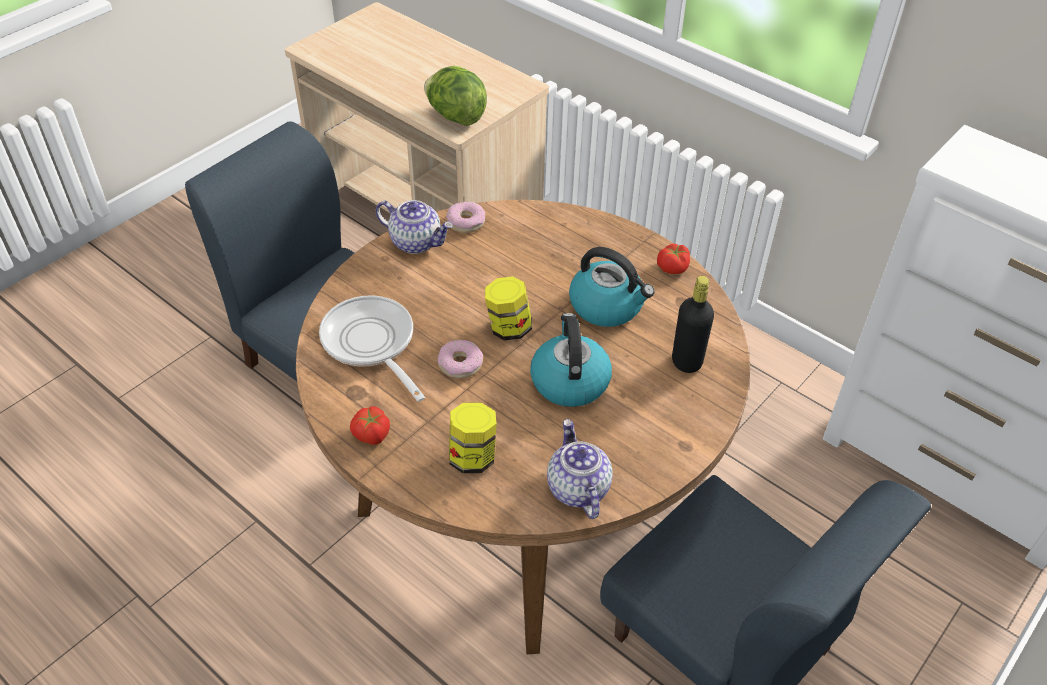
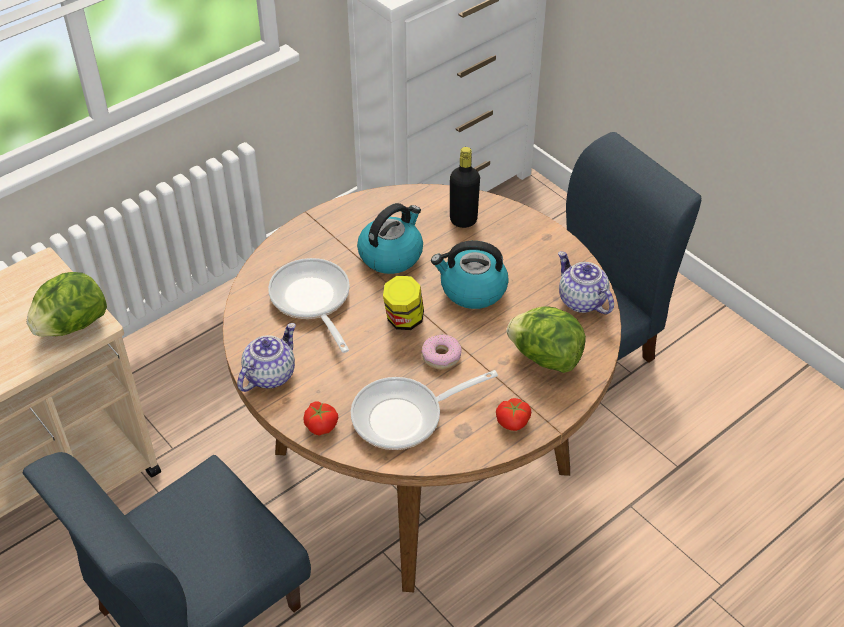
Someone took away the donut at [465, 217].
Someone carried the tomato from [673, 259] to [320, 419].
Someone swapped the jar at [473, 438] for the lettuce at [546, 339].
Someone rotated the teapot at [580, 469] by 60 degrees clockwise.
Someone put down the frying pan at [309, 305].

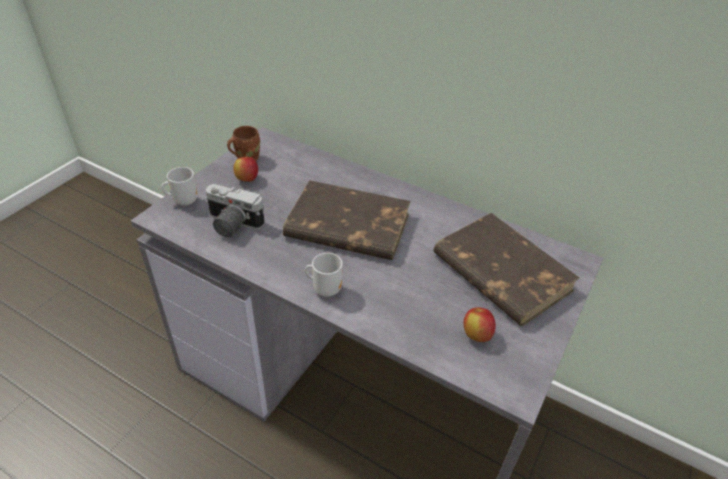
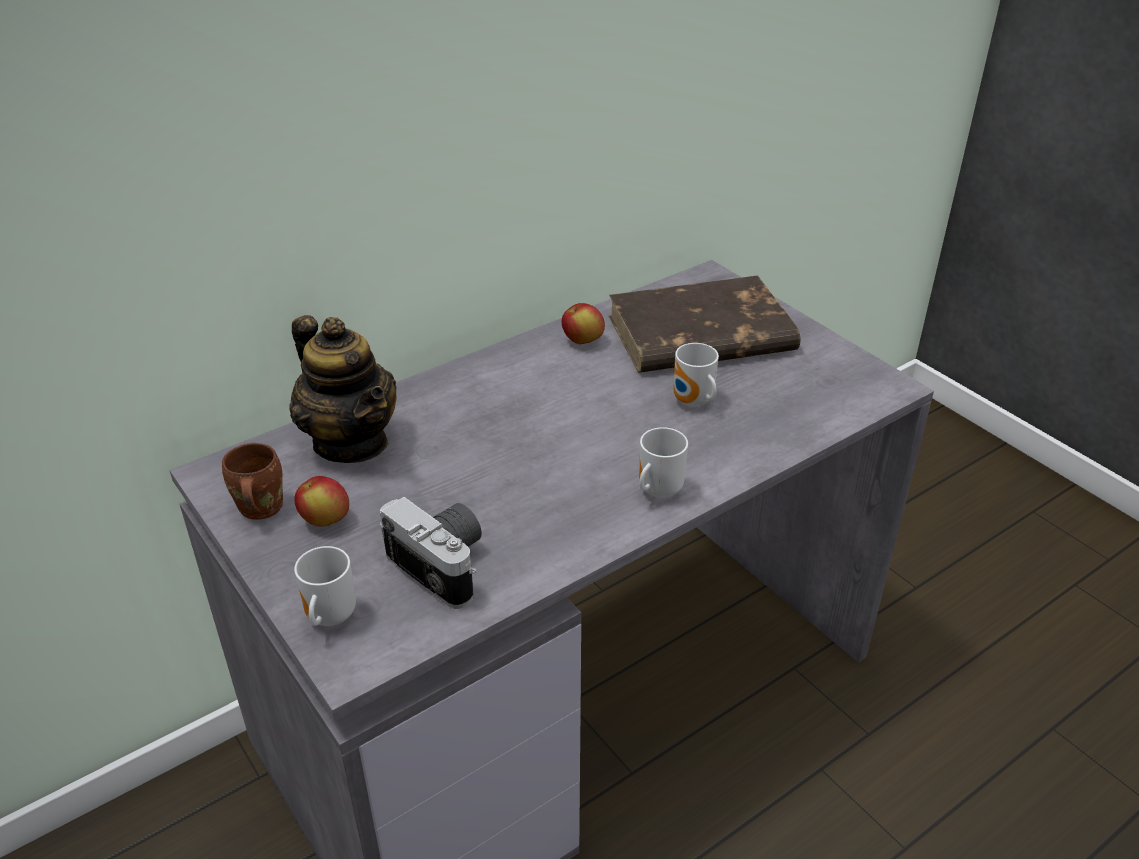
Someone took away the book in brown at [347, 220].
Someone rotated the photo camera at [234, 211] by 90 degrees counterclockwise.
Someone carried the apple from [480, 324] to [583, 323].
Someone put down the teapot at [343, 389].
Someone put down the mug at [696, 375].

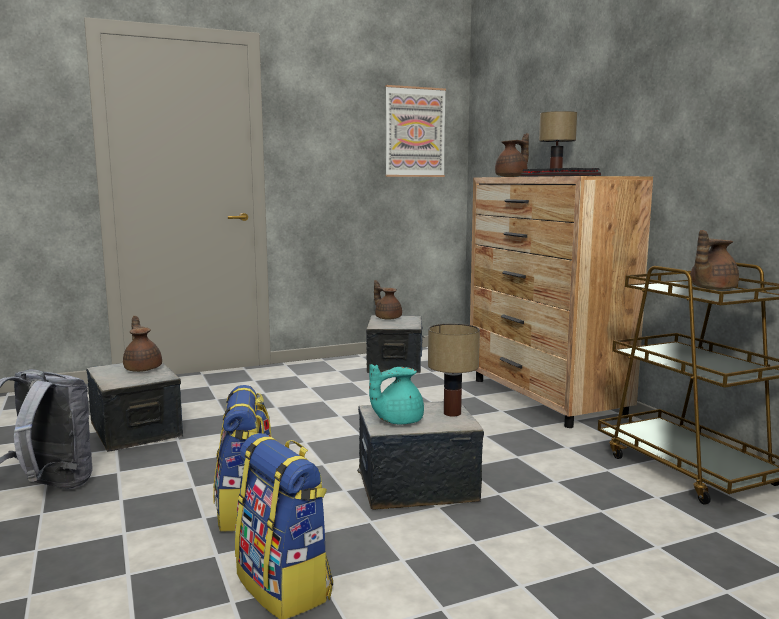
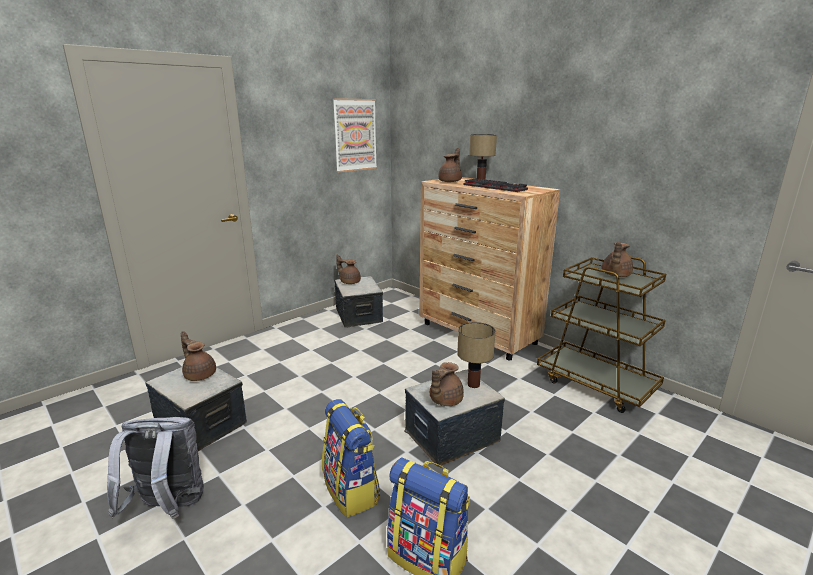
Someone repainted the teapot in turquoise at [396, 394], which became the teapot in brown at [447, 384].

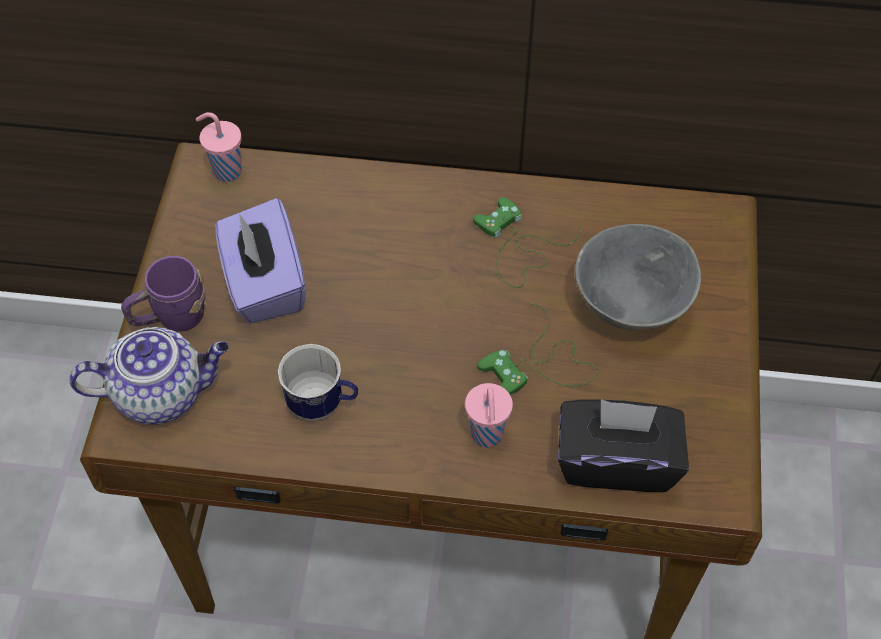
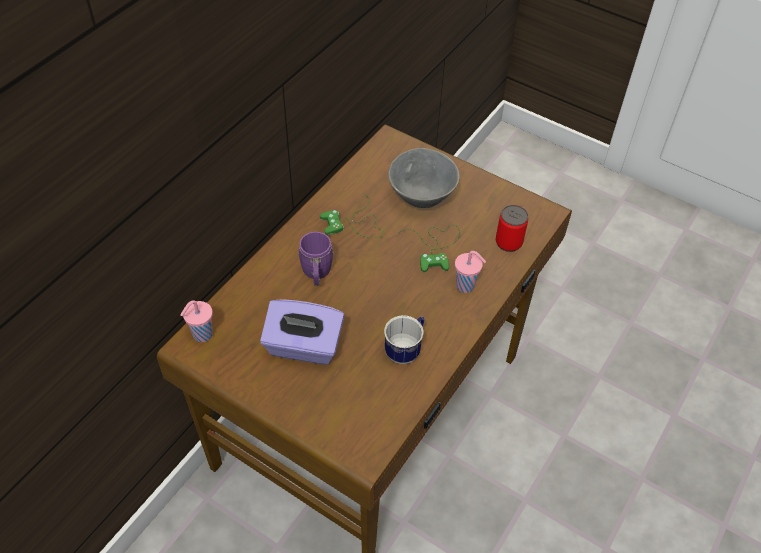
Someone carried the mug in purple from [163, 294] to [316, 258].
Someone took away the teapot at [149, 375].
Someone swapped the tissue box in black at [623, 445] for the can at [512, 228].

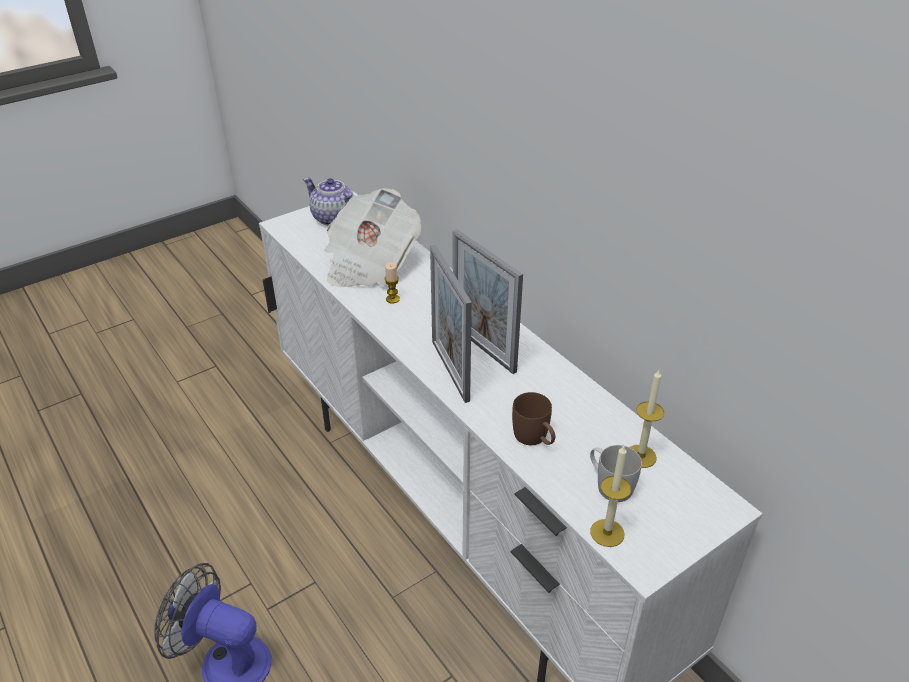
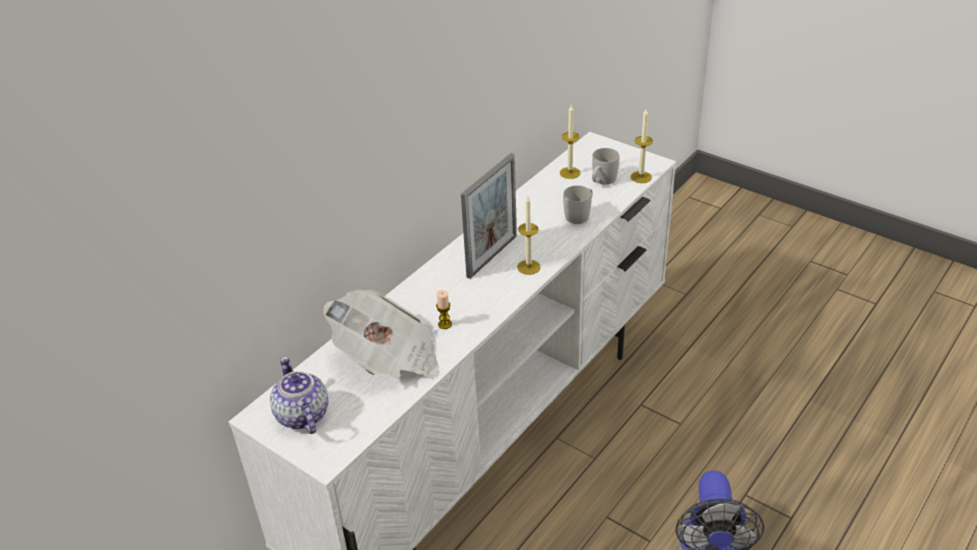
Someone rotated the teapot at [329, 202] by 135 degrees clockwise.
Someone swapped the picture frame at [451, 324] for the candle at [529, 235].
Someone repainted the mug in brown at [533, 418], which became the mug in white at [578, 204].

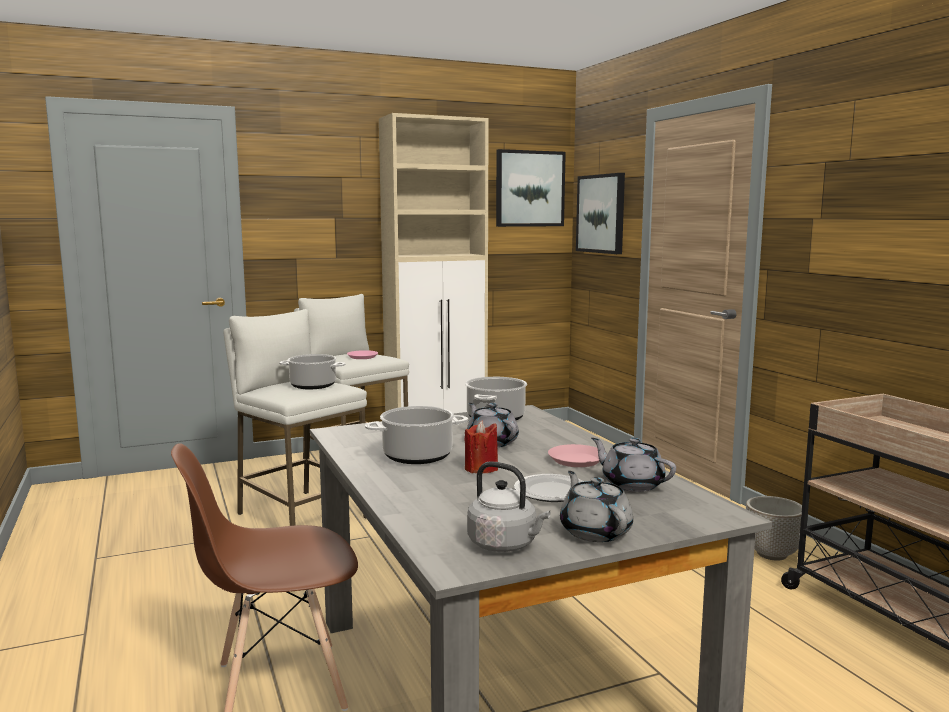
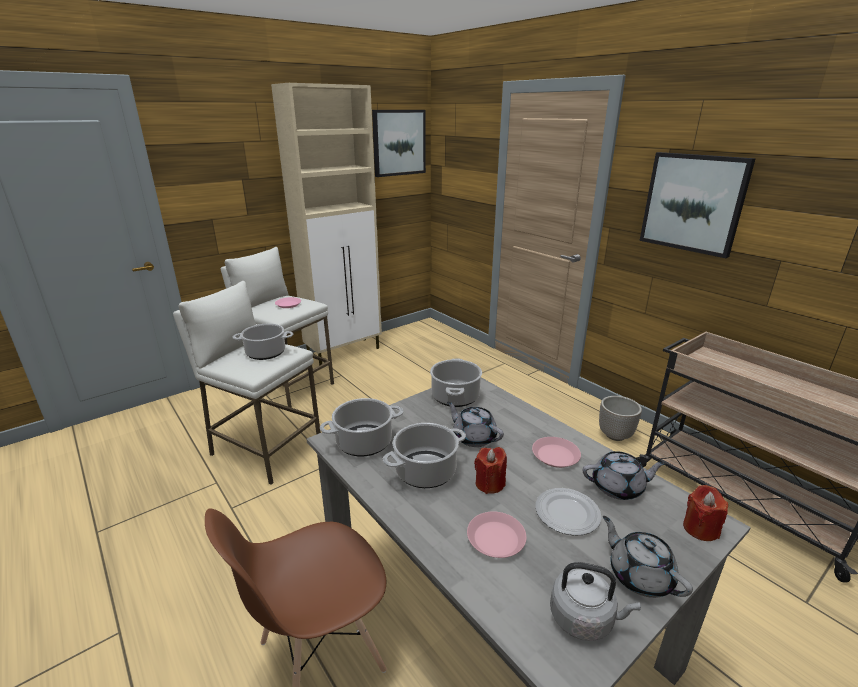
Someone carried the picture from [600, 213] to [698, 205].
Someone rotated the teapot in grey at [633, 465] by 150 degrees clockwise.
Someone put down the cooking pot at [361, 427].
Someone put down the candle in red at [705, 513].
Someone put down the plate in pink at [497, 534].

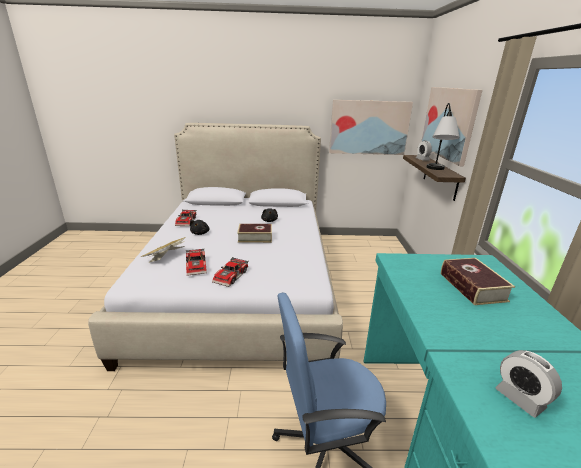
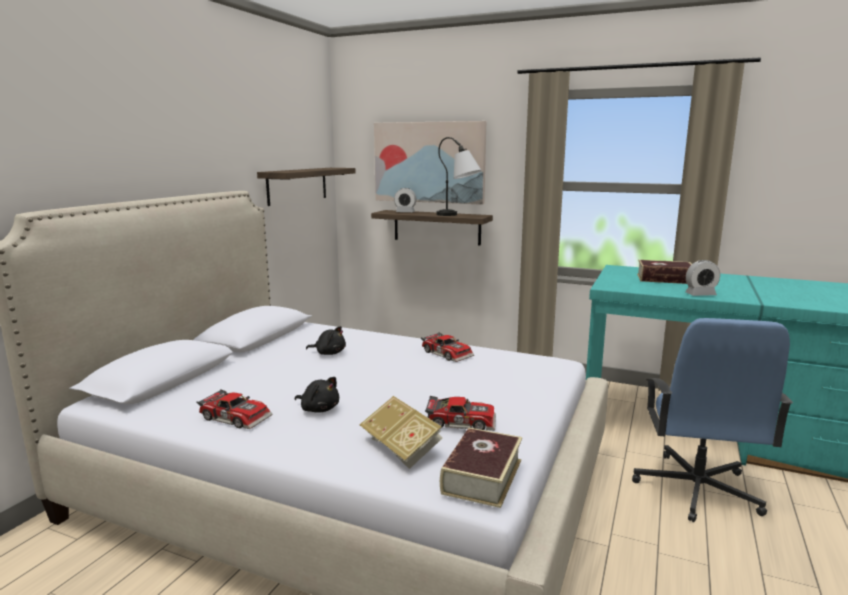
Someone swapped the picture at [371, 127] for the shelf at [306, 187].
Someone carried the book from [254, 233] to [481, 468].
Someone carried the toy car from [230, 272] to [447, 347].
Someone carried the alarm clock from [528, 384] to [702, 278].

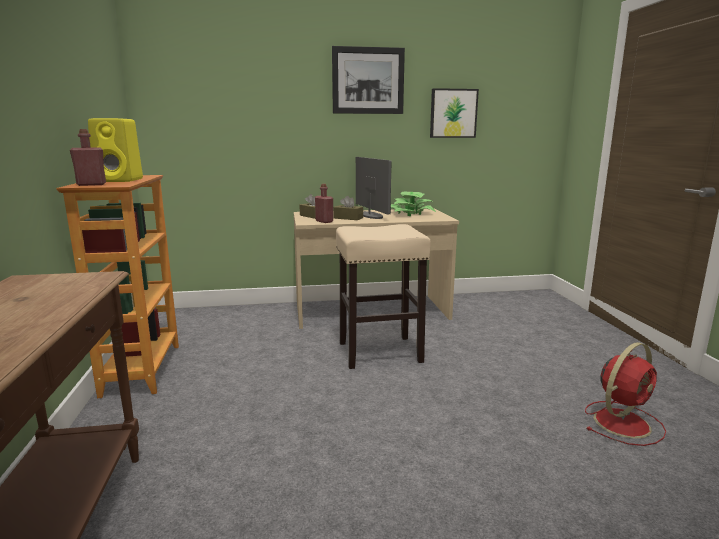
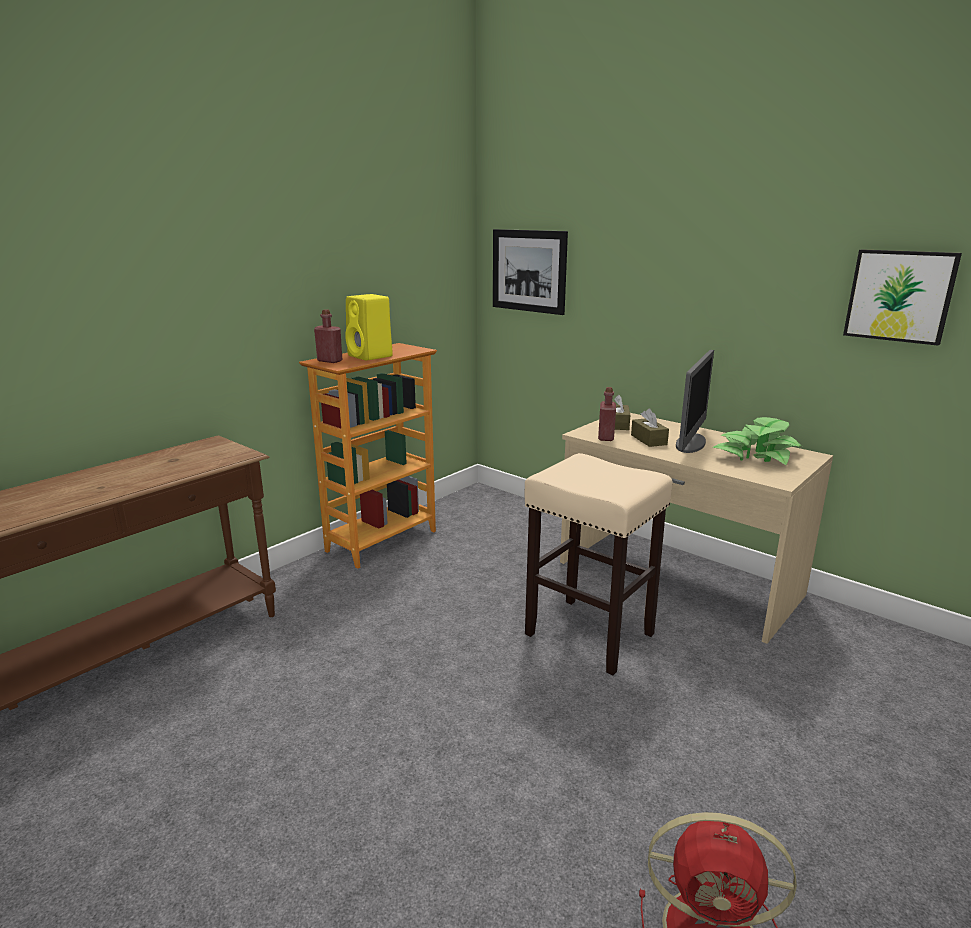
Someone carried the picture from [368, 80] to [530, 272].

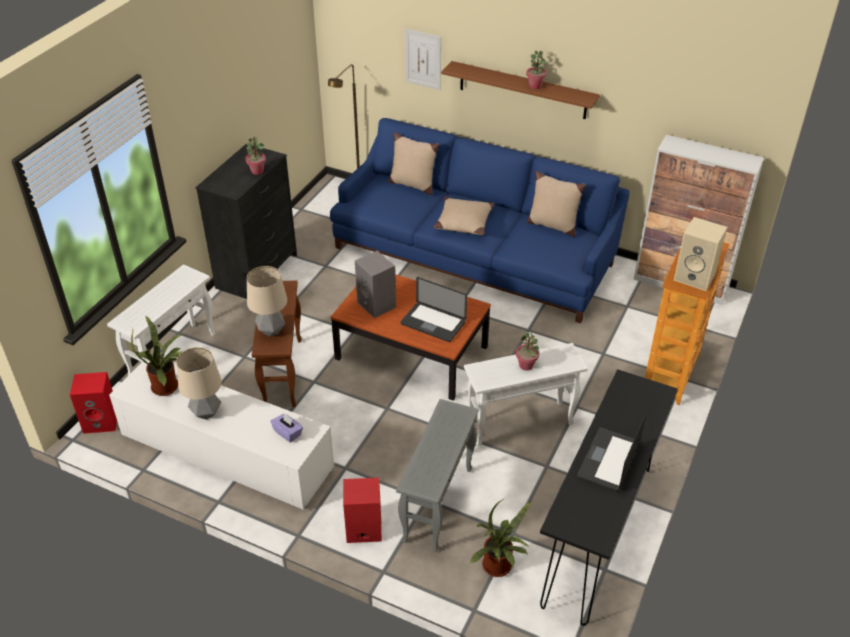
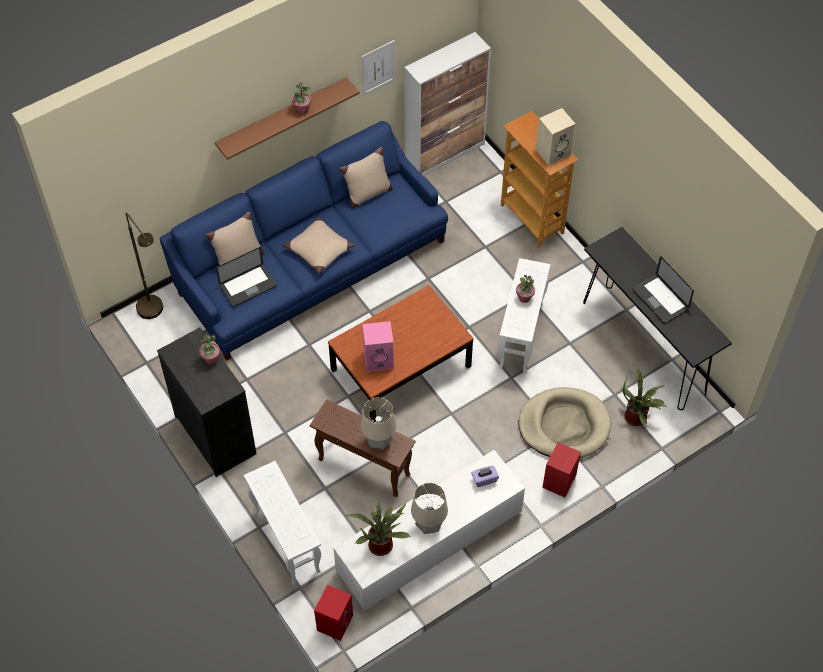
Someone carried the picture from [423, 59] to [379, 68].
Someone repainted the speaker in grey at [375, 284], which became the speaker in pink at [378, 346].
Someone carried the laptop from [434, 309] to [246, 277].
Someone swapped the side table in grey at [437, 475] for the dog bed in beige at [565, 422].

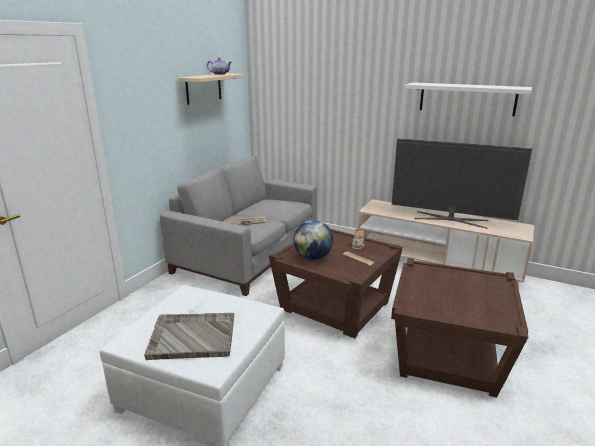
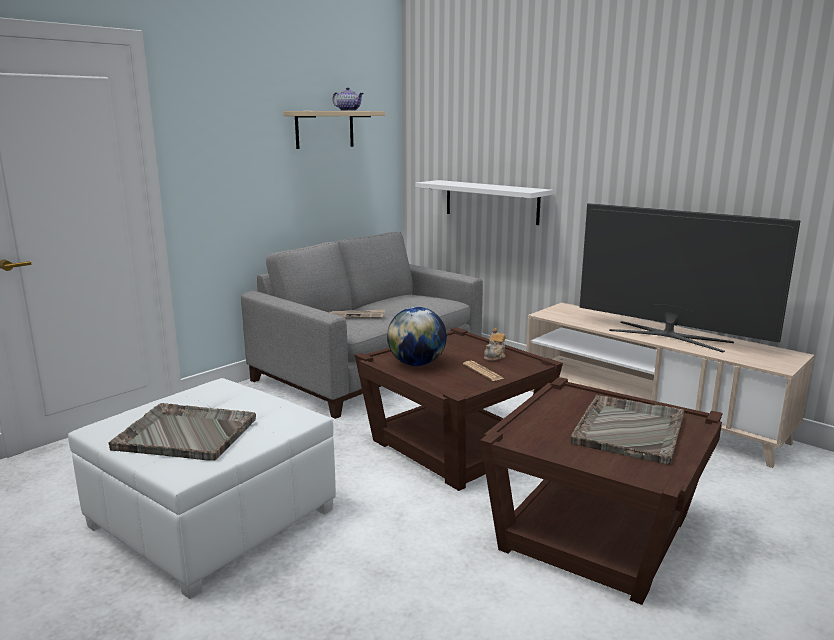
Someone carried the shelf in white from [468, 99] to [484, 202].
Someone put down the tray in grey at [627, 430].

